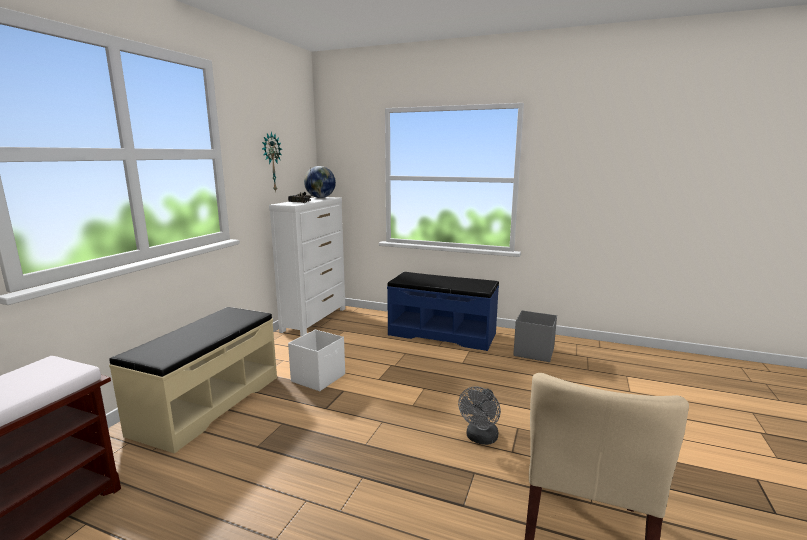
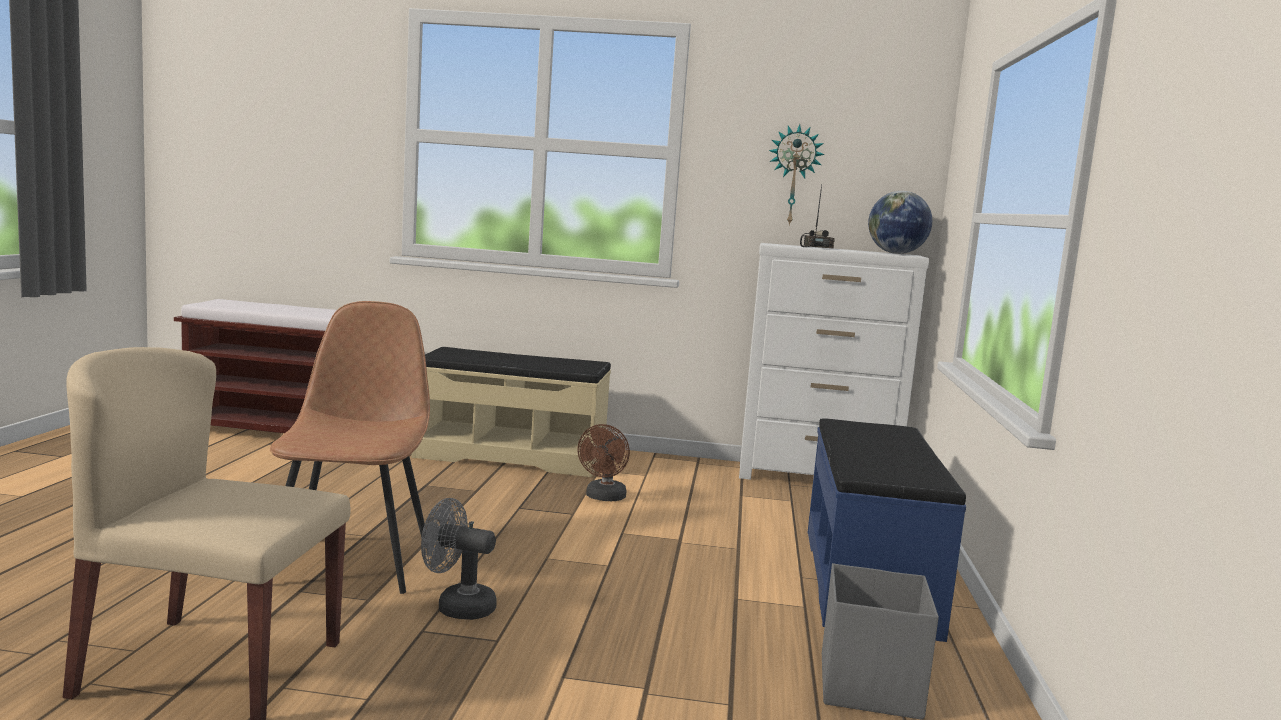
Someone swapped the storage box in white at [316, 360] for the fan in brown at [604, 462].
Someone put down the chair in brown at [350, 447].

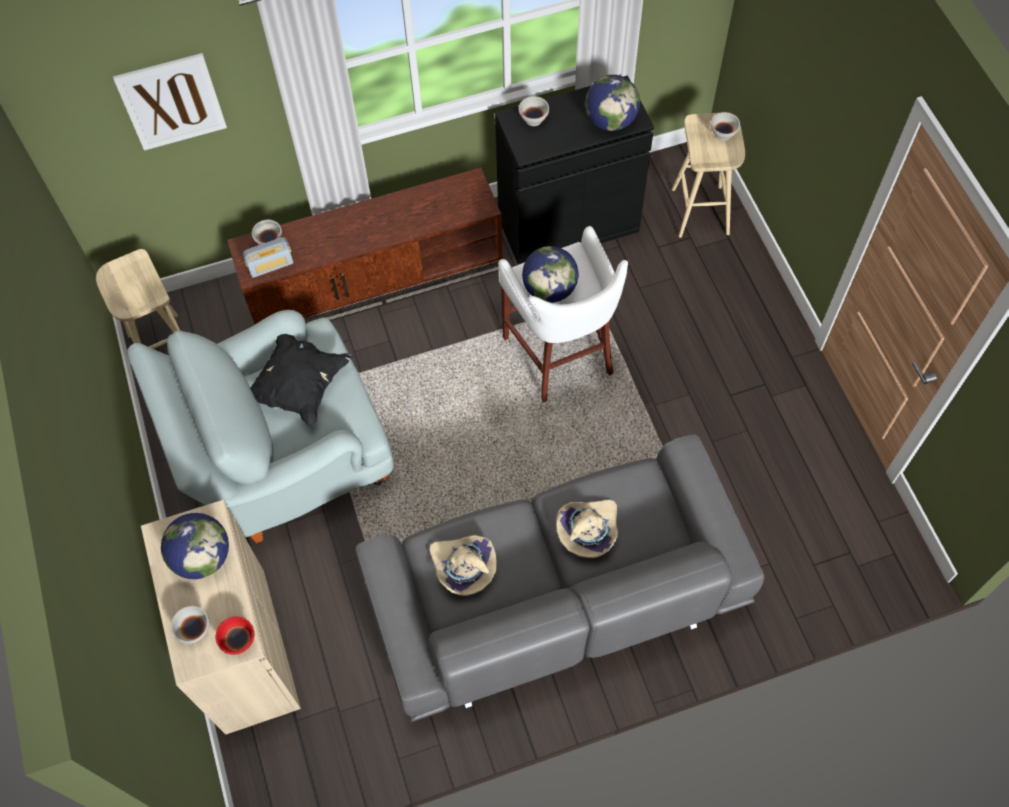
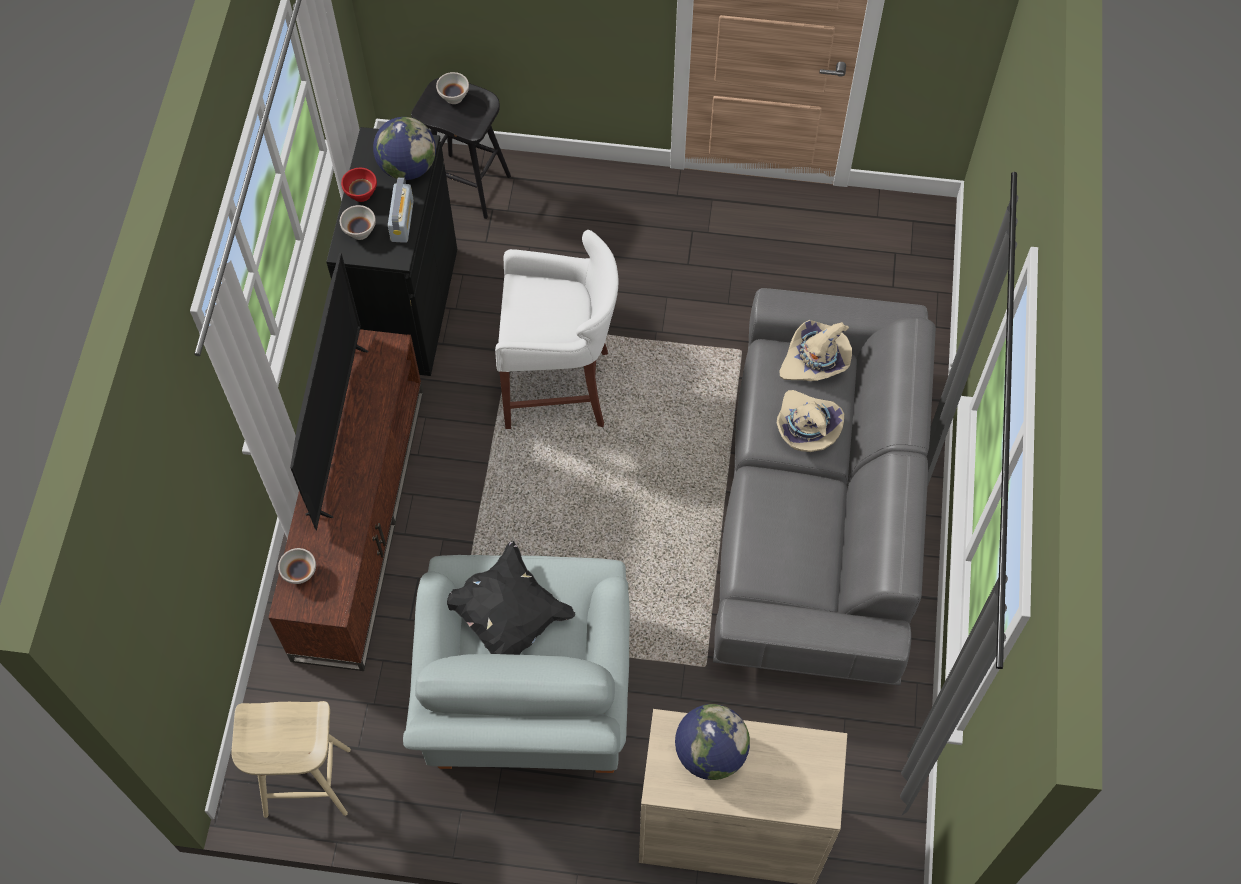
Someone took away the picture at [170, 102].
Someone repainted the stool in beige at [708, 175], which became the stool in black at [461, 148].
Someone carried the radio from [268, 258] to [401, 210].
Someone took away the globe at [550, 274].
Someone carried the hat in beige from [463, 565] to [815, 350].
Someone took away the bowl in white at [190, 625].
Someone carried the bowl in red from [235, 635] to [359, 185].
Someone put down the television at [329, 392].

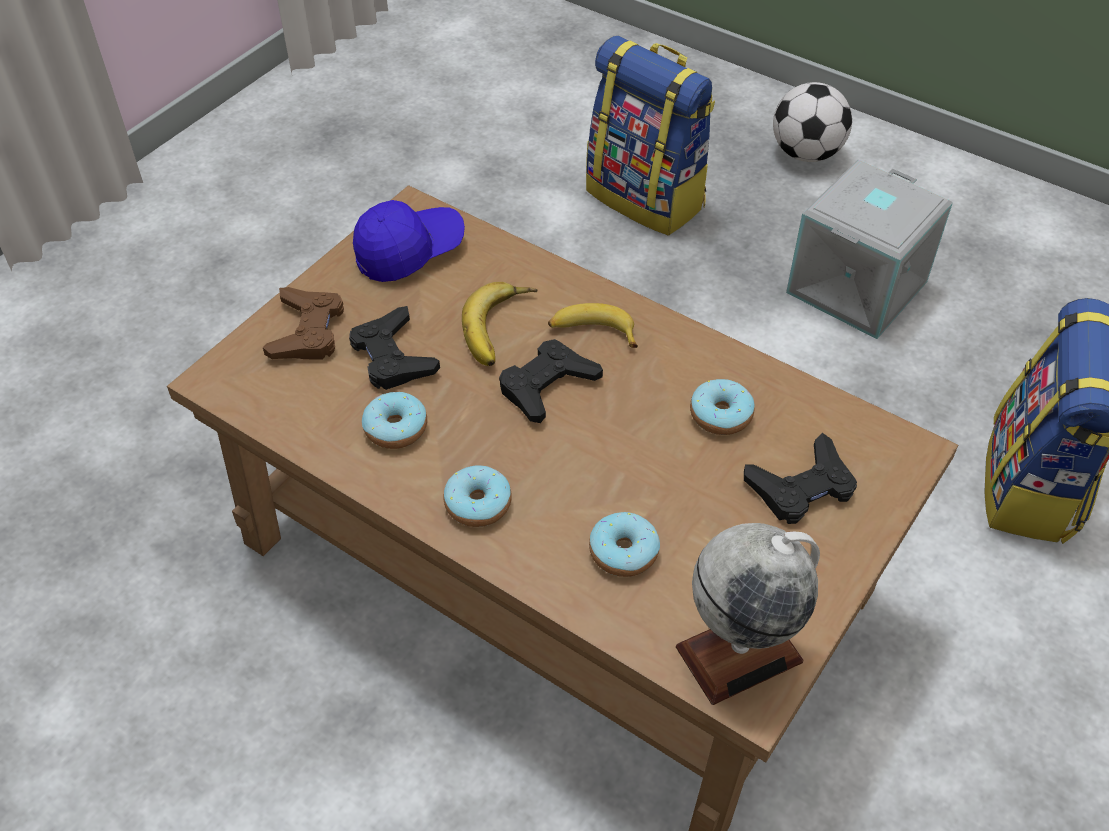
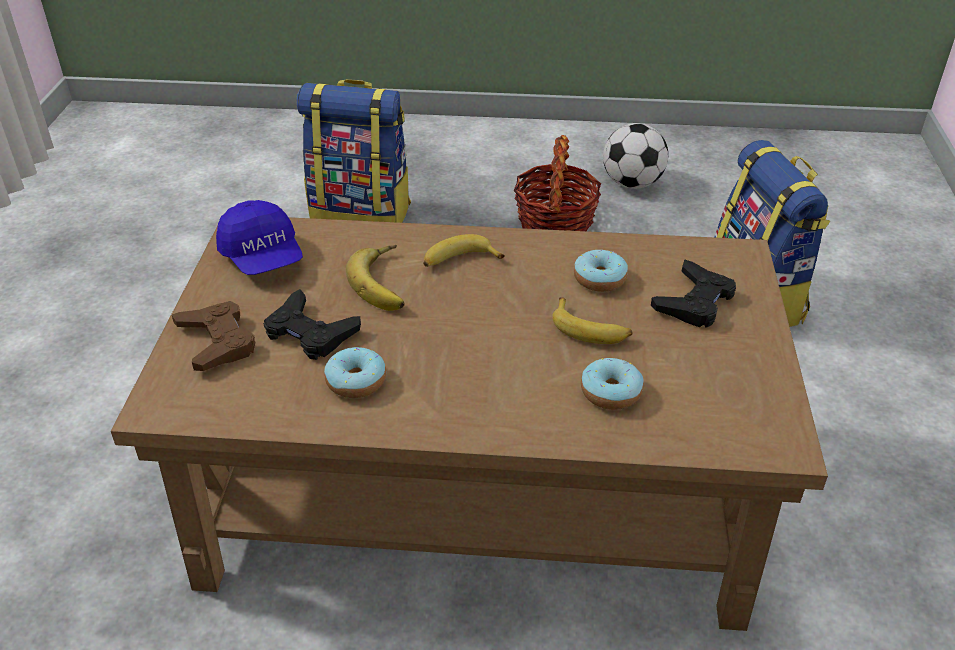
Someone carried the football from [812, 122] to [635, 156].
Someone swapped the storage box in grey at [869, 249] for the basket at [557, 183].
Someone rotated the cap in blue at [409, 241] by 120 degrees clockwise.
Someone took away the game controller in black at [551, 381].
Someone took away the donut at [477, 496].
Someone took away the globe at [748, 614].
Someone put down the banana at [592, 321].

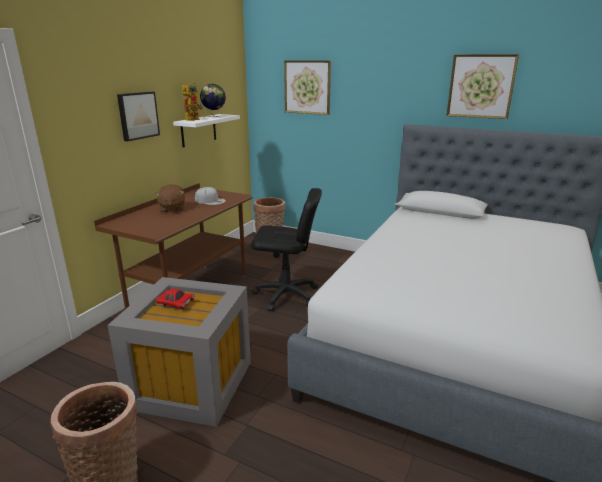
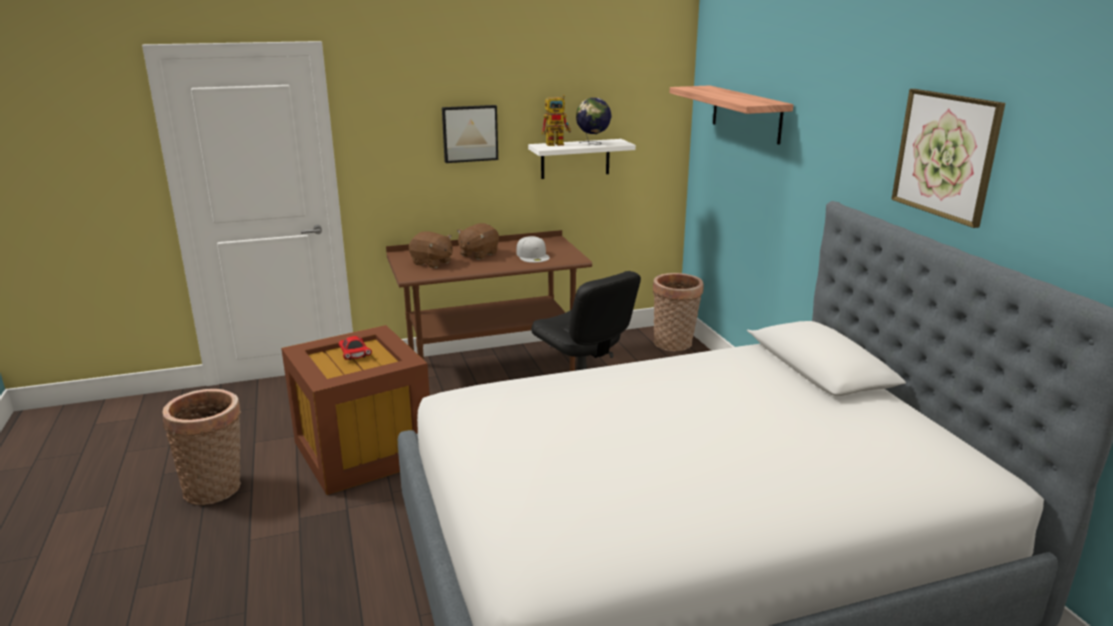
Someone swapped the picture at [307, 88] for the shelf at [731, 115].
Someone repainted the storage box in grey at [179, 352], which became the storage box in brown at [355, 410].
Someone put down the plush toy in brown at [431, 249].

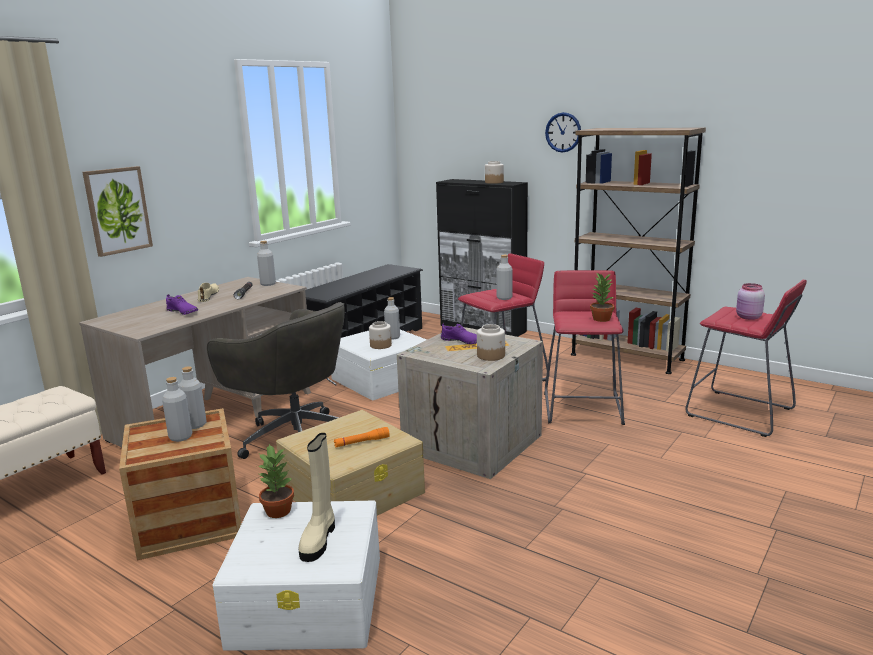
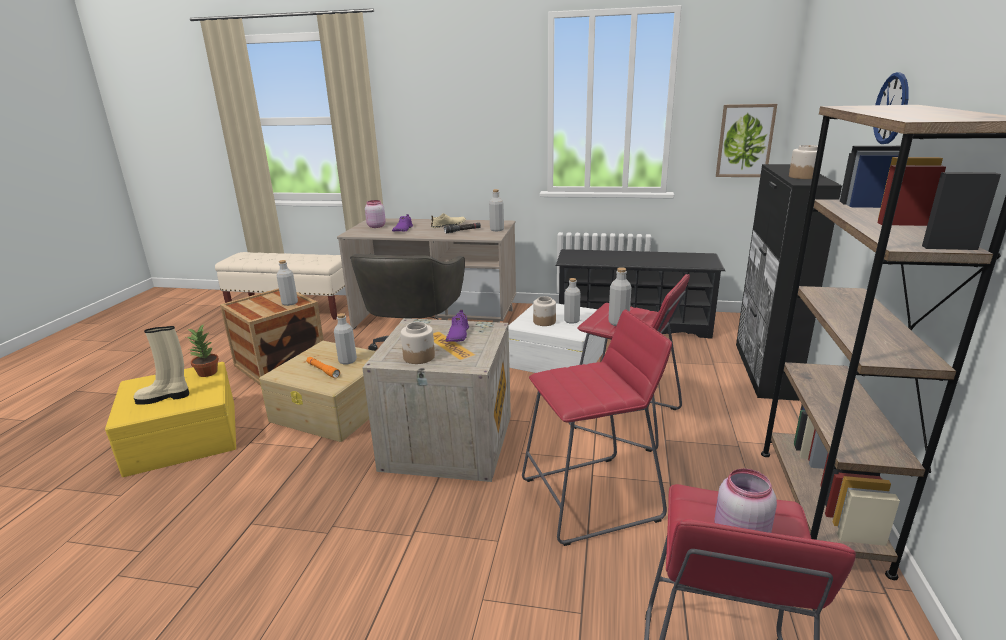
Someone carried the picture from [118, 211] to [746, 140].
Someone took away the potted plant at [602, 297].
Someone carried the bottle in grey from [177, 409] to [345, 339].
Someone repainted the storage box in white at [296, 576], which became the storage box in yellow at [170, 419].
Someone put down the jar in pink at [375, 214].

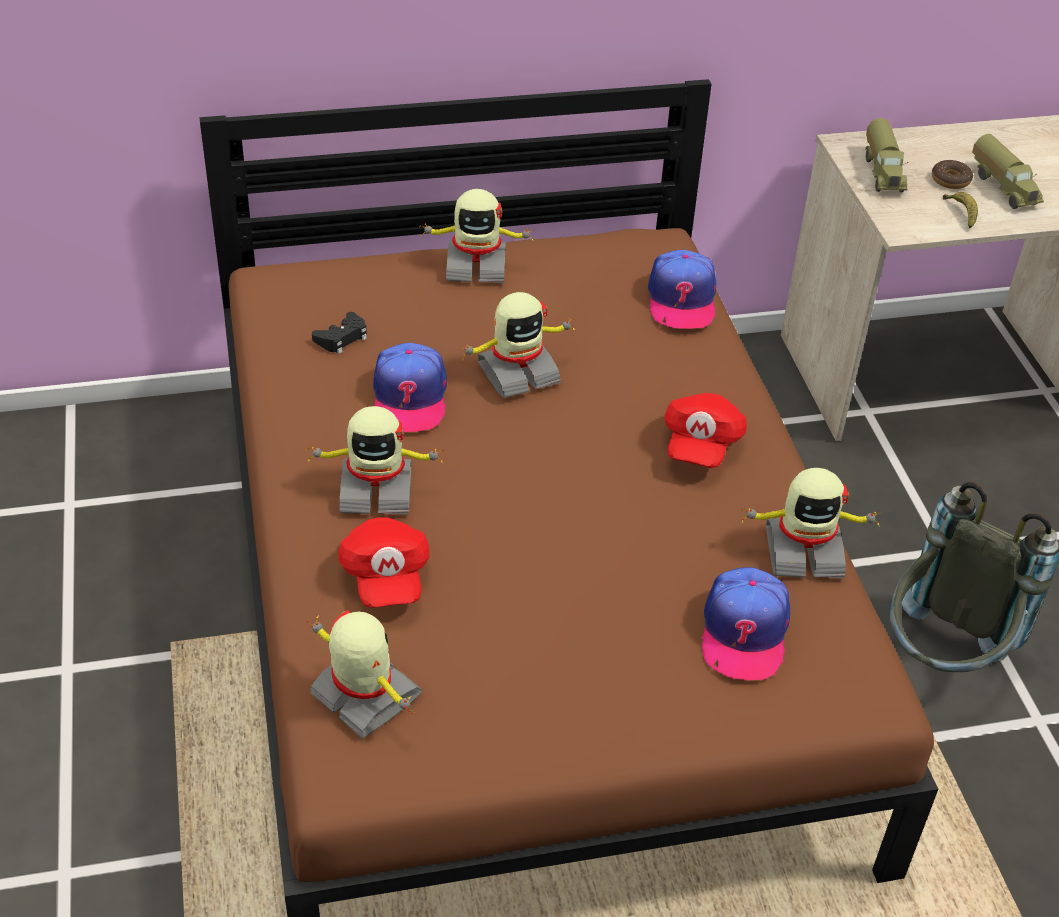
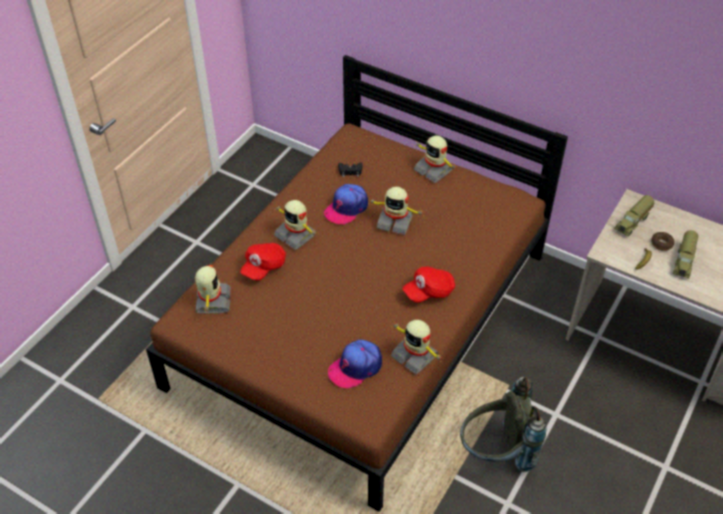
Someone took away the cap at [682, 289].

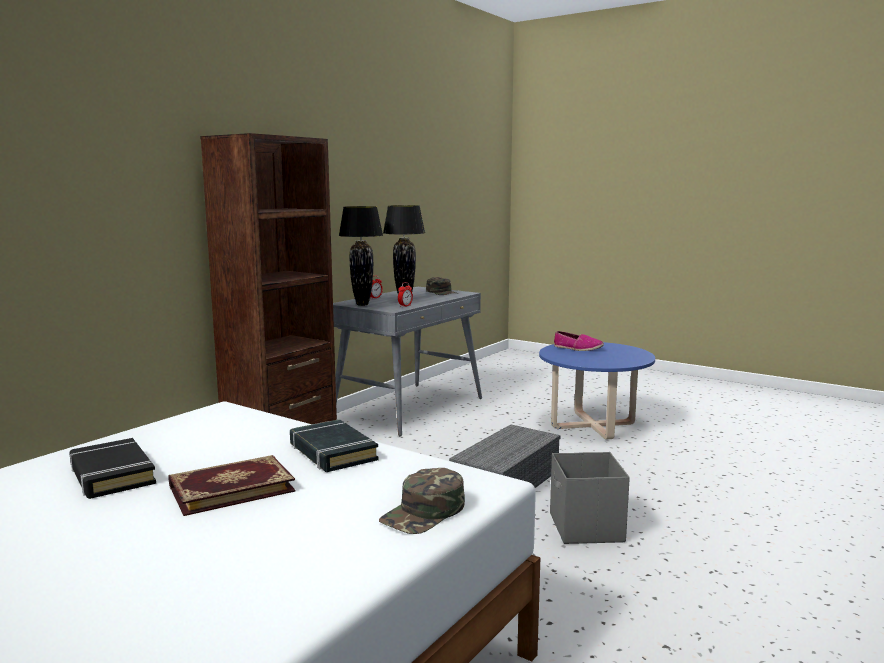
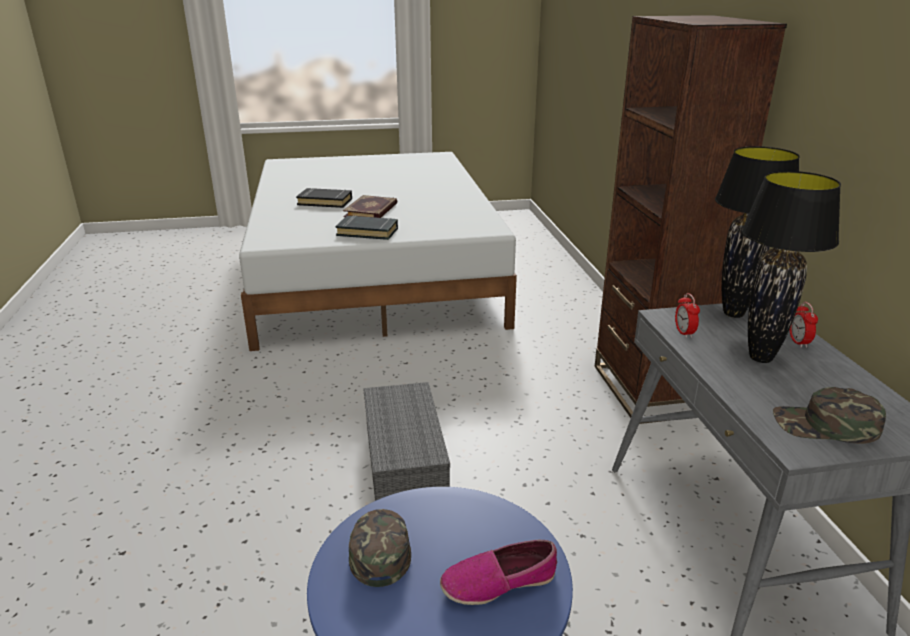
Someone carried the book in black from [112, 468] to [324, 198].
Someone took away the storage box in grey at [590, 498].
Someone carried the cap in green from [422, 501] to [380, 548].

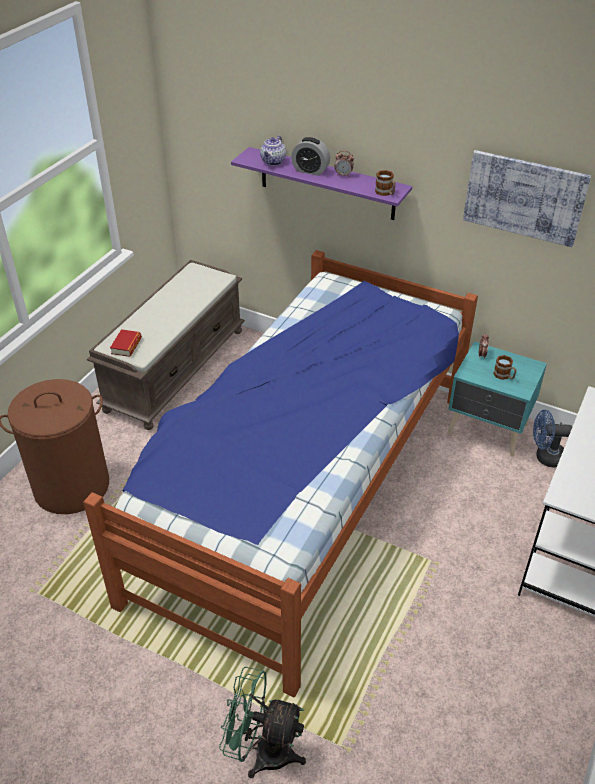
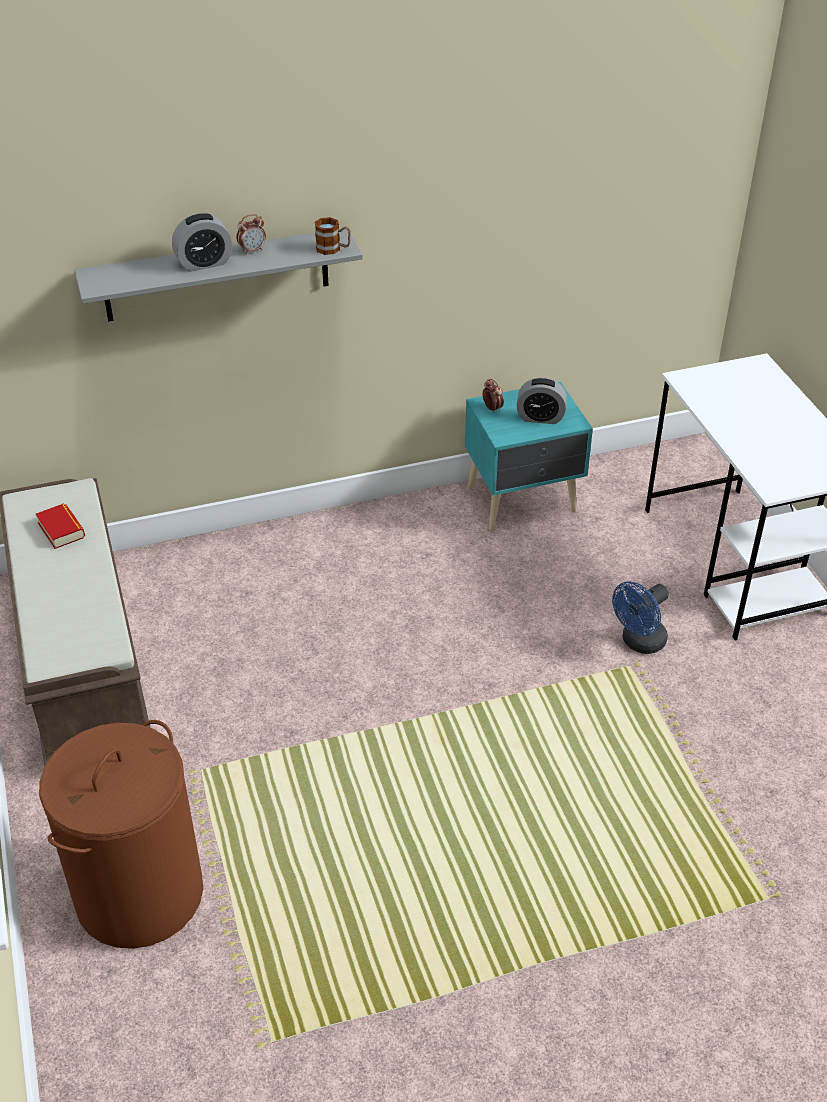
Someone took away the teapot at [273, 150].
Someone repainted the shelf in purple at [321, 183], which became the shelf in grey at [218, 275].
Someone took away the picture at [527, 198].
Someone took away the bed at [280, 474].
Someone carried the book from [126, 343] to [60, 526].
Someone swapped the mug at [504, 367] for the alarm clock at [542, 400].
Someone carried the fan in blue from [552, 439] to [640, 617].
Someone took away the fan in green at [262, 722].

